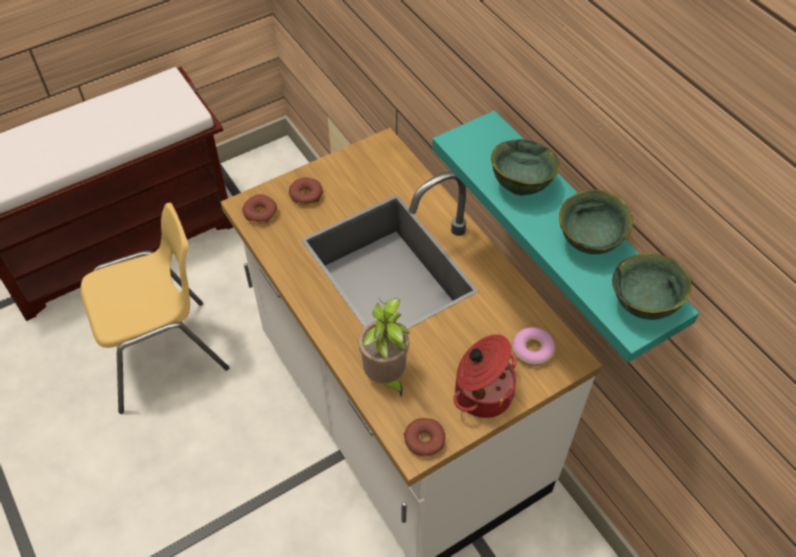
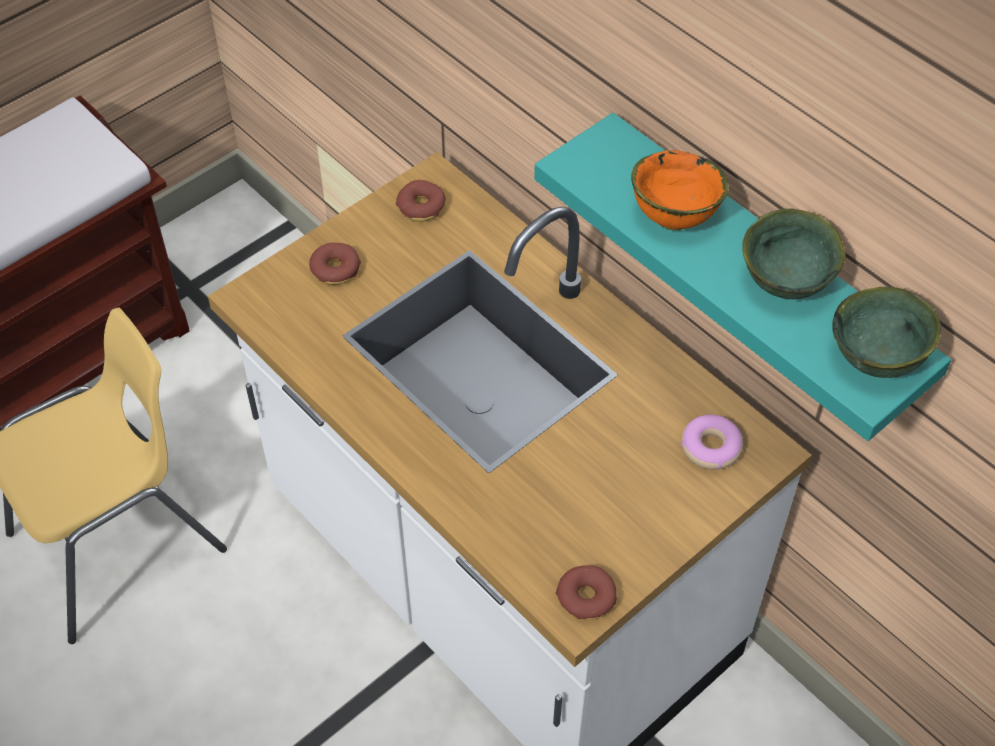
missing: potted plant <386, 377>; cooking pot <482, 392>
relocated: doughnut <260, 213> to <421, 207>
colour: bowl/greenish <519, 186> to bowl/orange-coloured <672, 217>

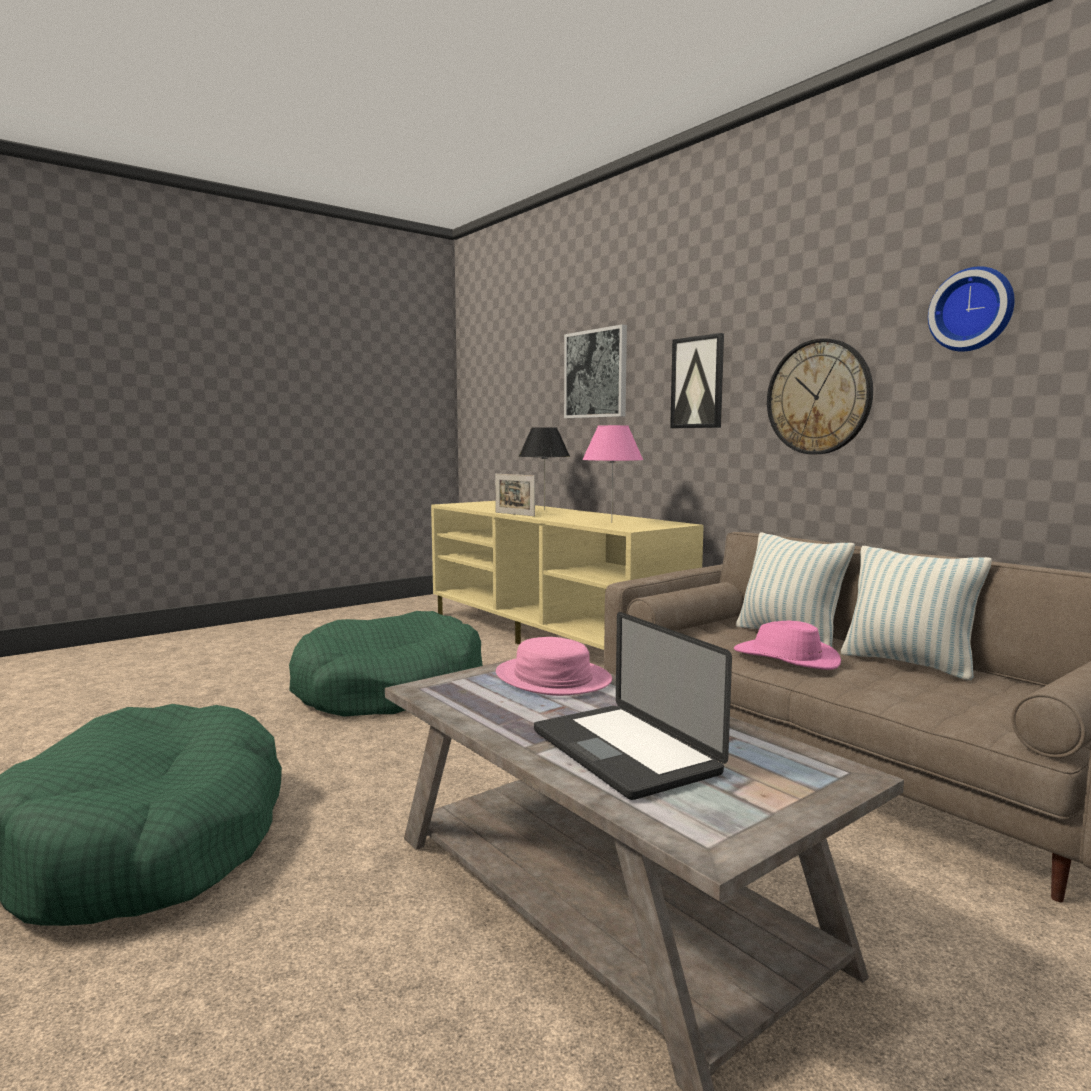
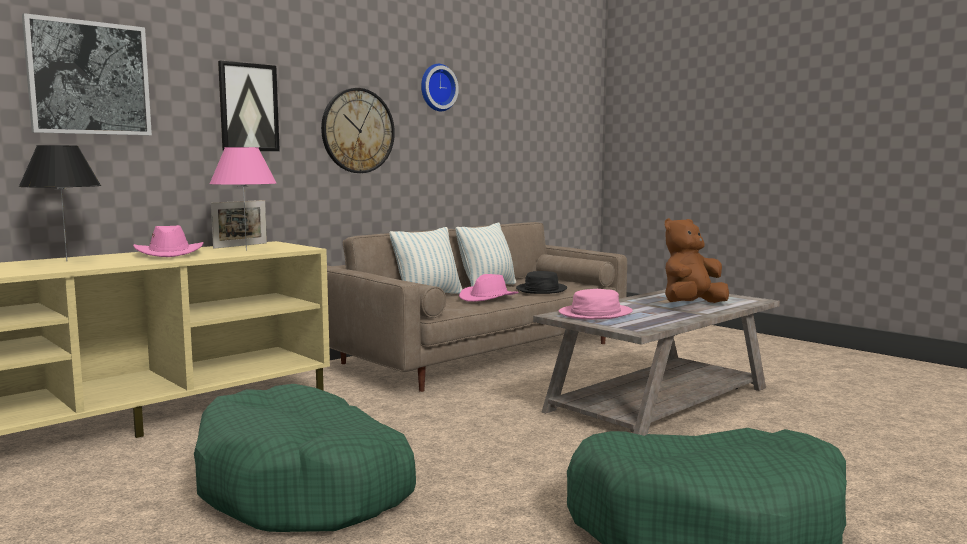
appeared: clothing hat/pink <170, 254>; clothing hat/black-coloured <541, 289>
relocated: standing frame <514, 514> to <240, 245>
exchanged: notebook computer <623, 752> to plush toy/brownish <691, 305>

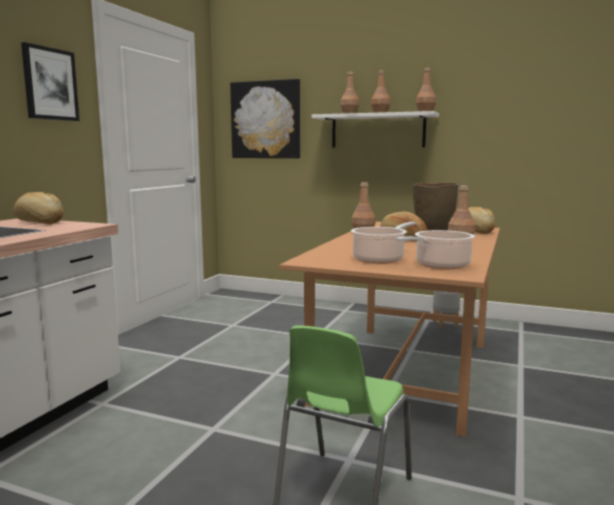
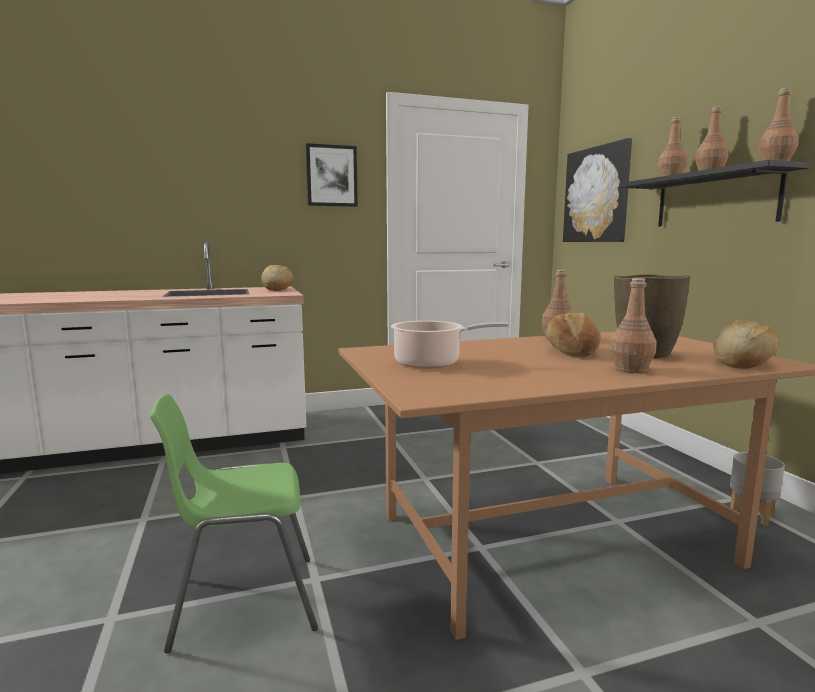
missing: cooking pot <439, 265>
colour: bracket shelf/whitish <377, 131> to bracket shelf/black-coloured <715, 199>

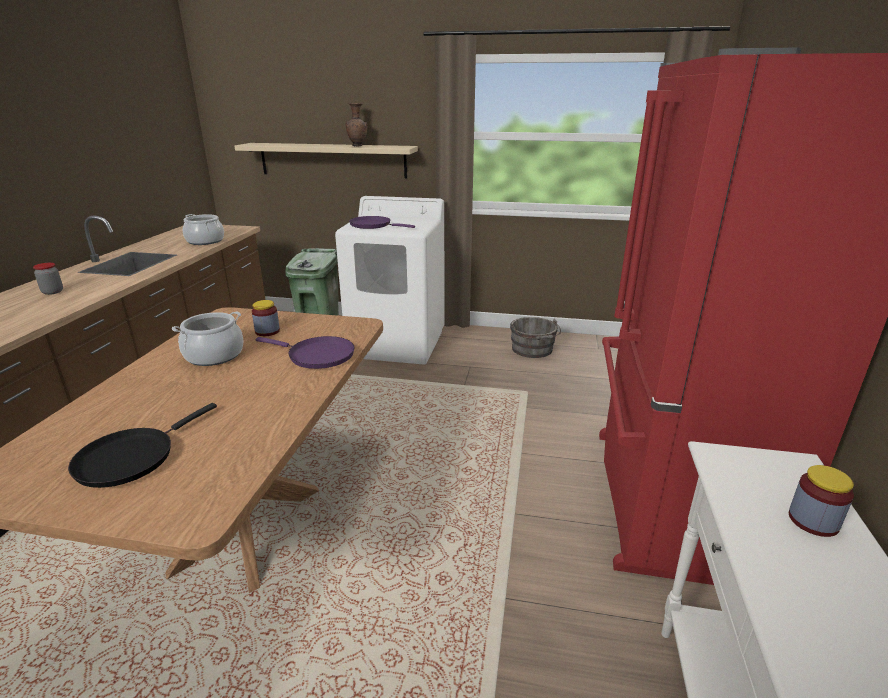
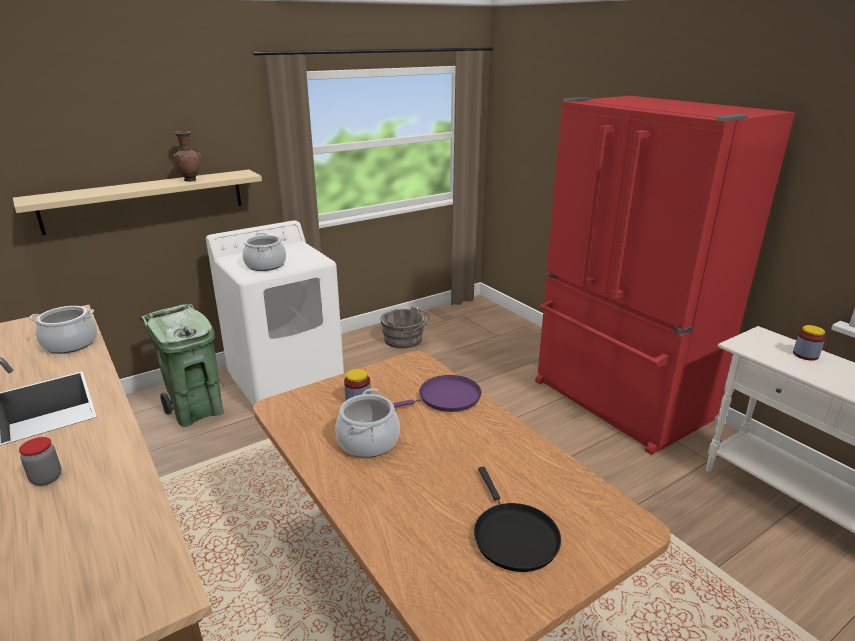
exchanged: frying pan/purple-coloured <373, 225> to cooking pot <265, 265>

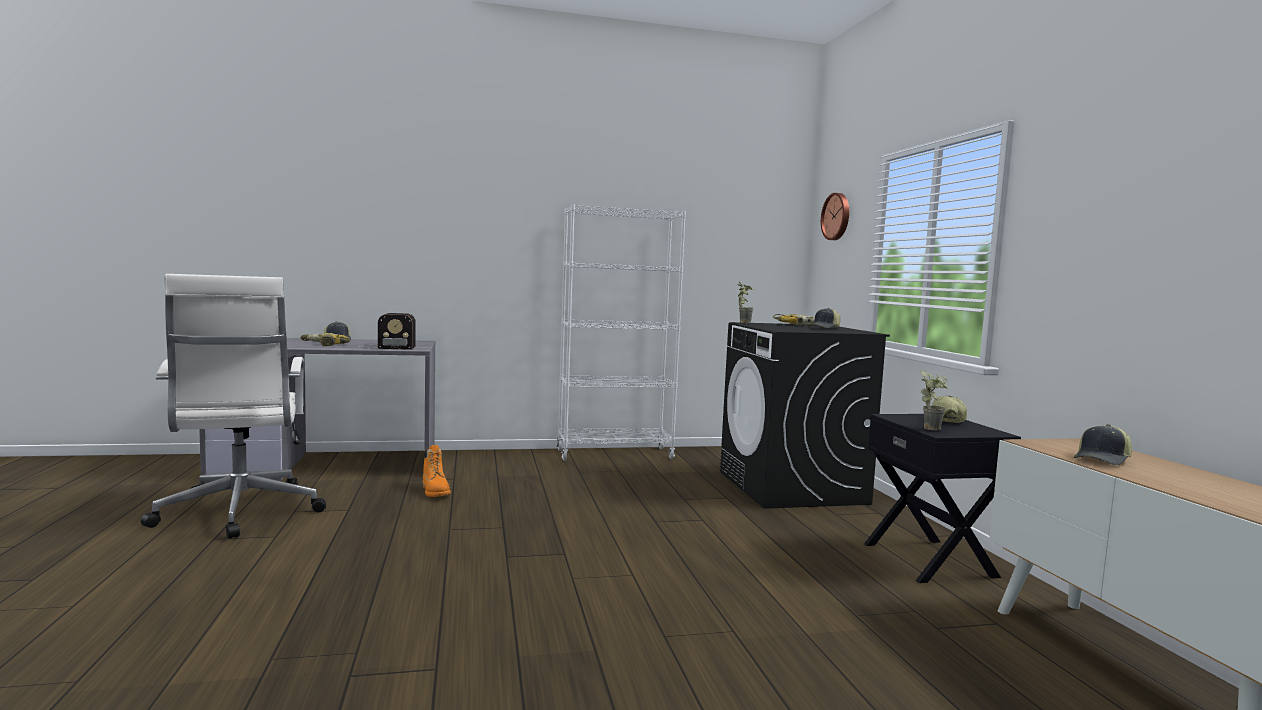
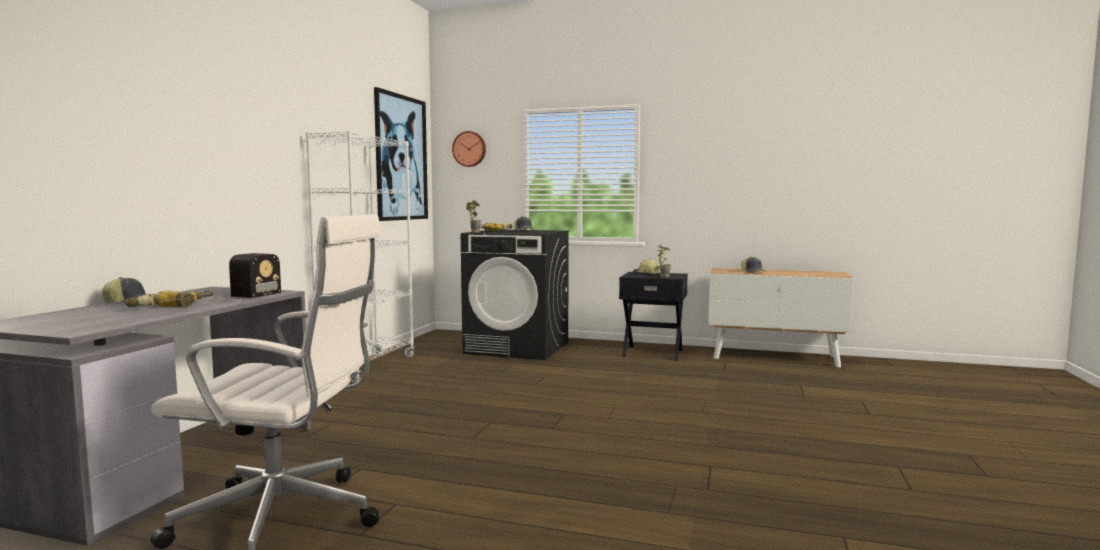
missing: tall boot/orange-coloured <435, 492>
appeared: wall art <401, 158>

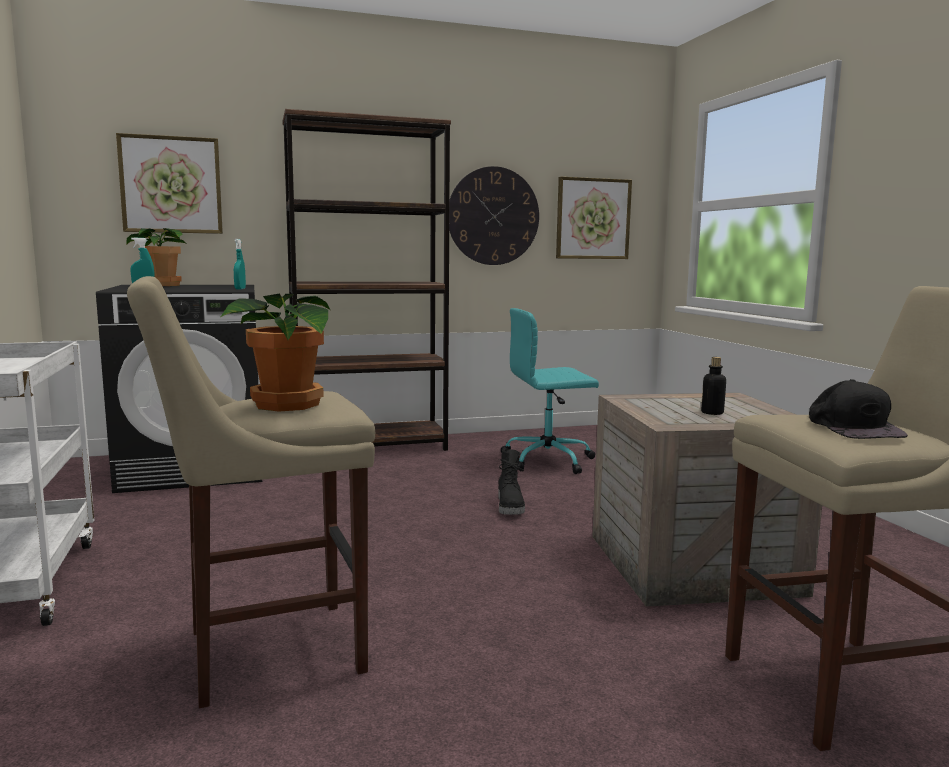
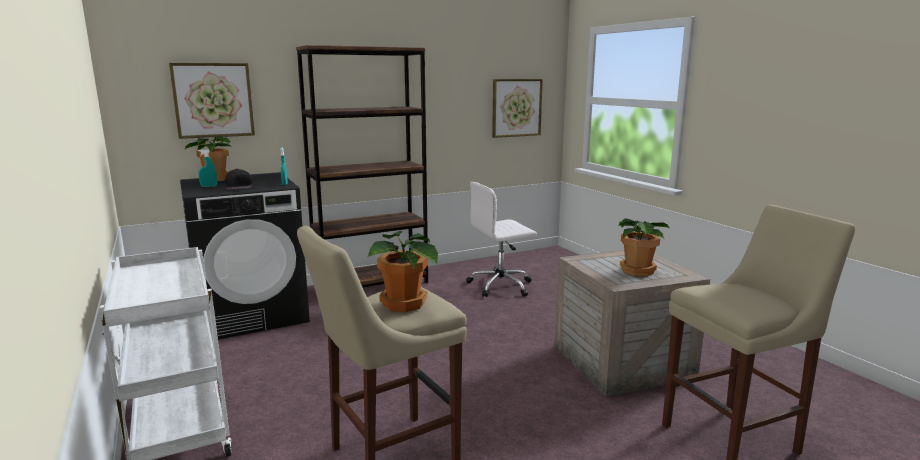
missing: hanging clock <493, 216>; tall boot/black-coloured <510, 507>
relocated: cap/black-coloured <853, 428> to <239, 186>
exchanged: drink bottle <712, 413> to potted plant <637, 270>
colour: computer chair/blue-green <549, 460> to computer chair/whitish <501, 286>

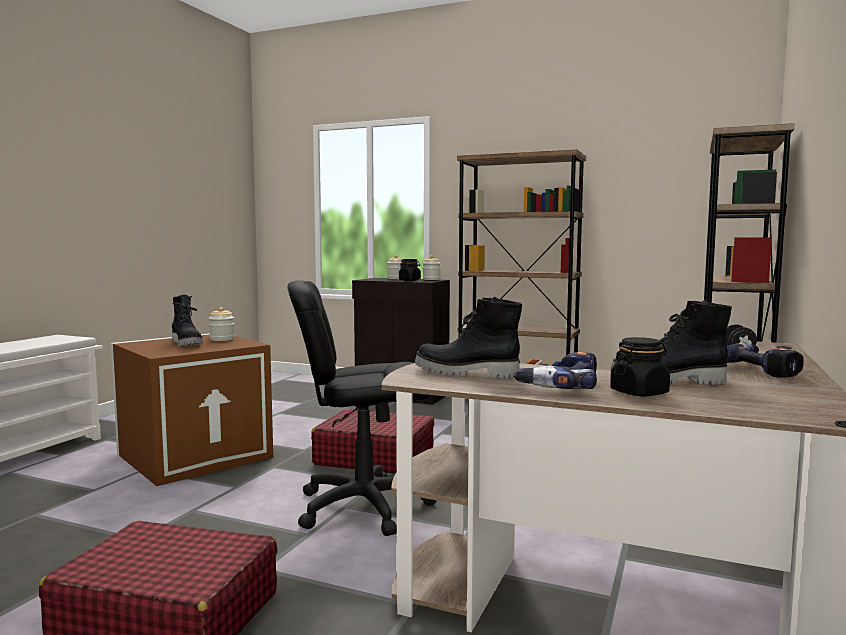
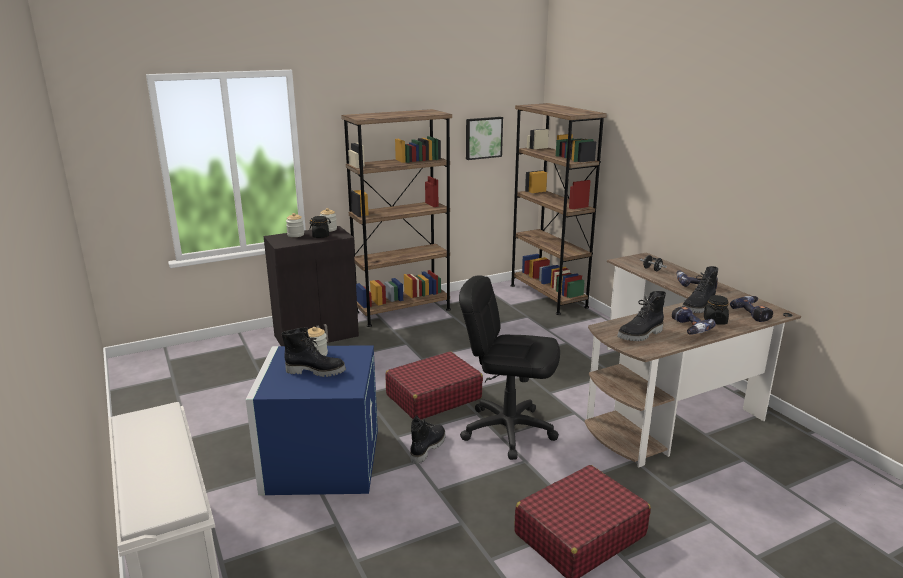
appeared: tall boot/black-coloured <427, 448>; wall art <483, 138>; drill <754, 313>
colour: storage bin/brownish <195, 455> to storage bin/blue <320, 459>
spun: computer chair/black-coloured <363, 507> = <508, 430> 75 degrees clockwise

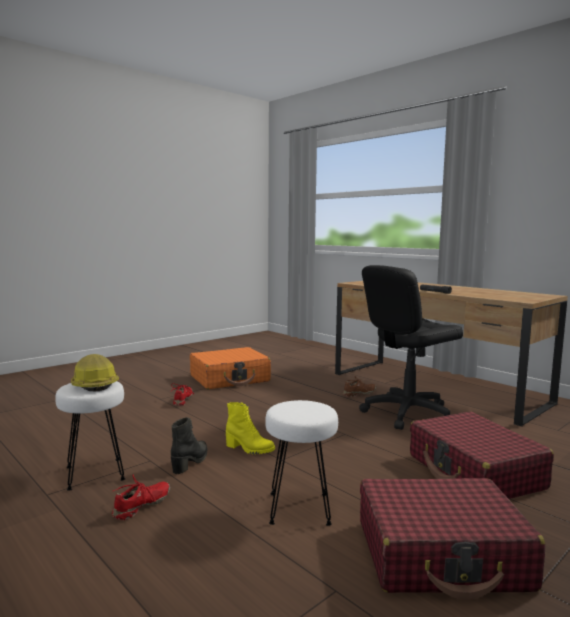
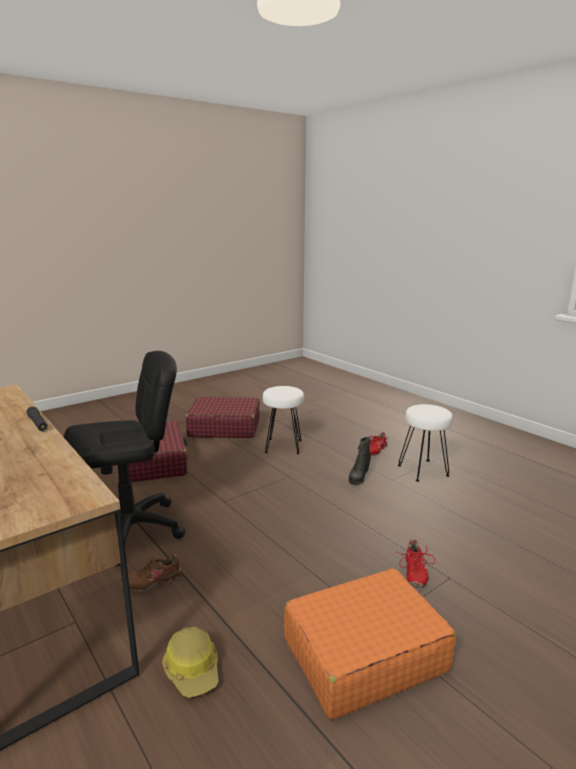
missing: tall boot/yellow <249, 449>
relocated: hard hat <93, 384> to <193, 669>

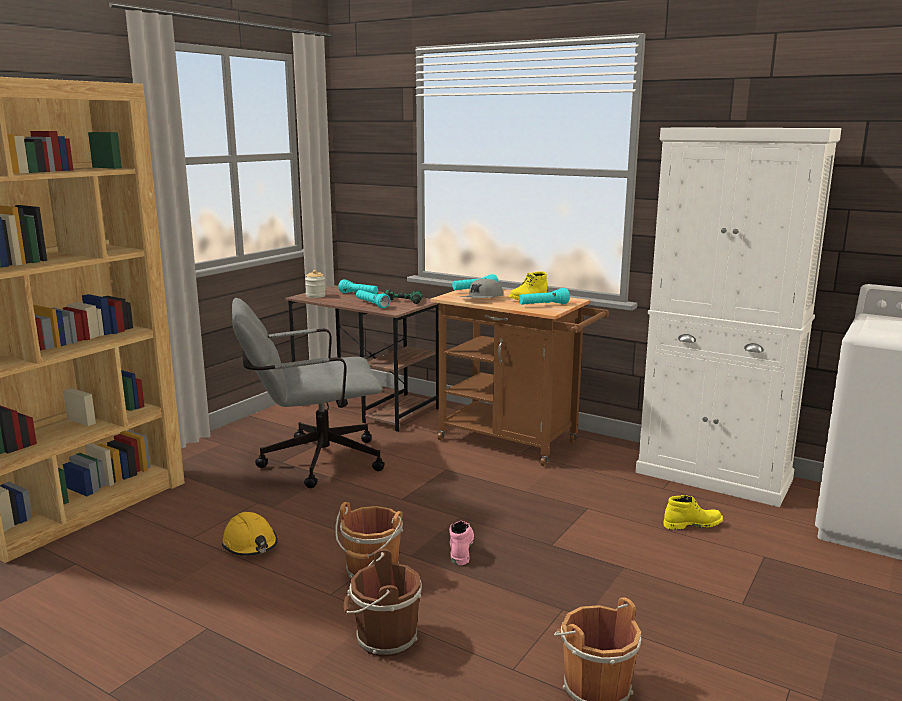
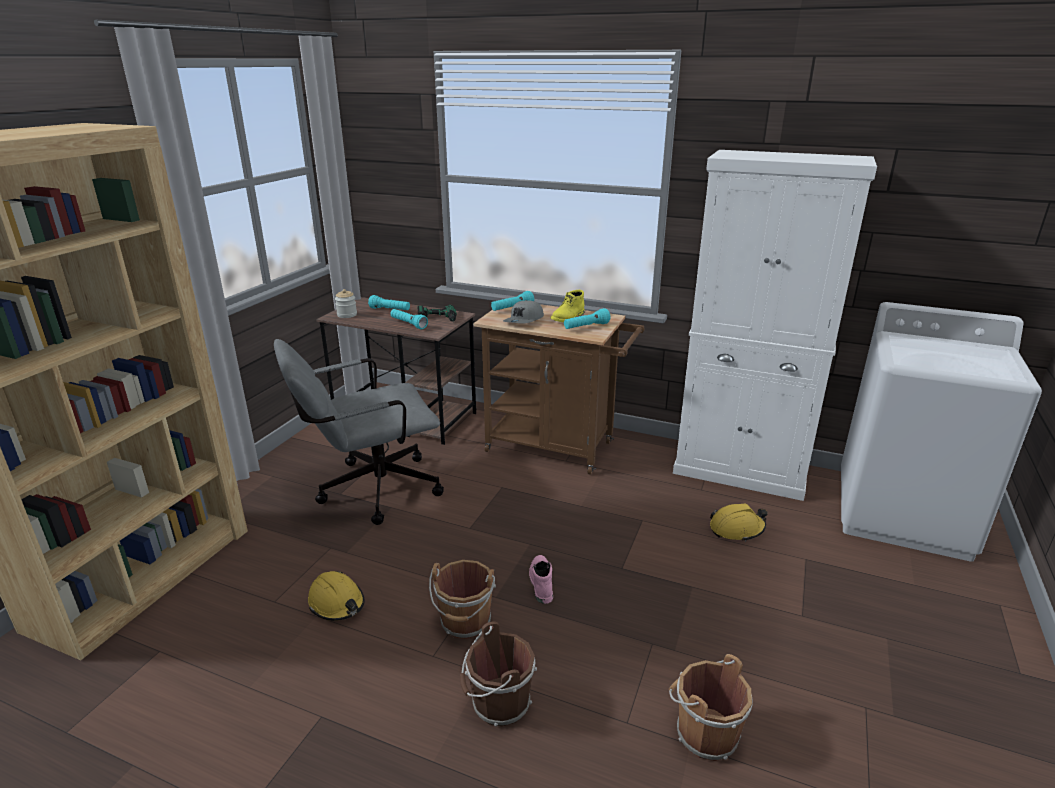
exchanged: tall boot/yellow <692, 524> to hard hat/yellow <736, 529>

